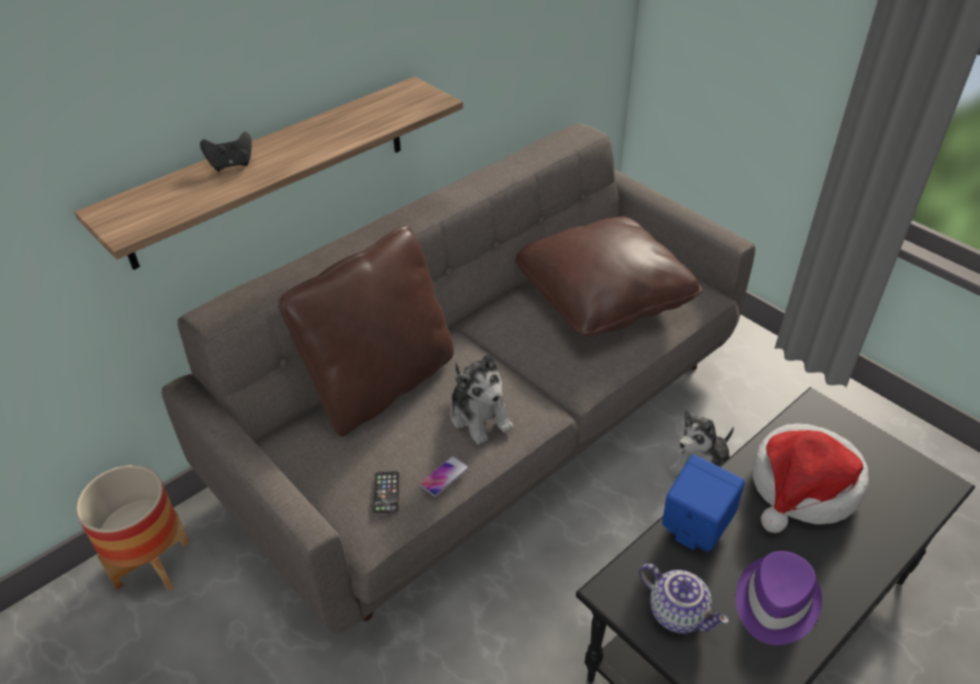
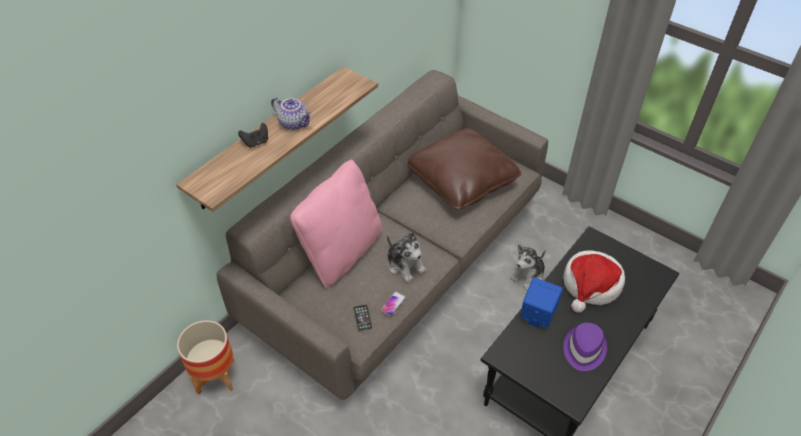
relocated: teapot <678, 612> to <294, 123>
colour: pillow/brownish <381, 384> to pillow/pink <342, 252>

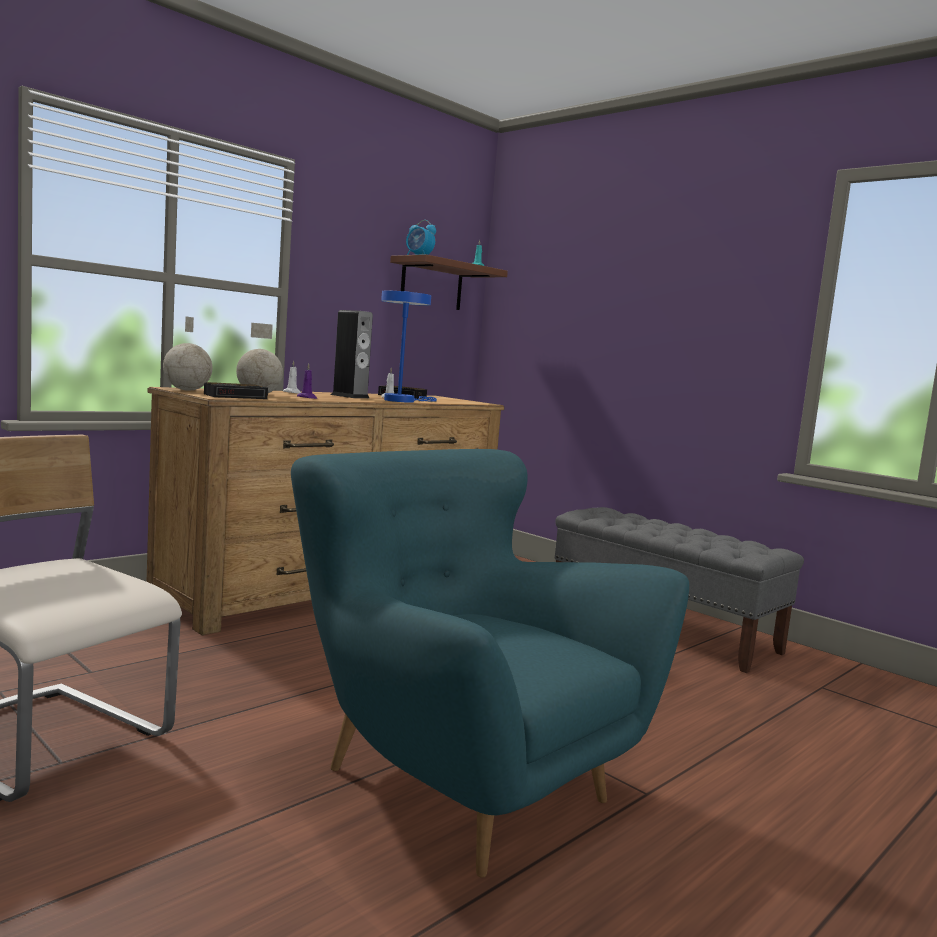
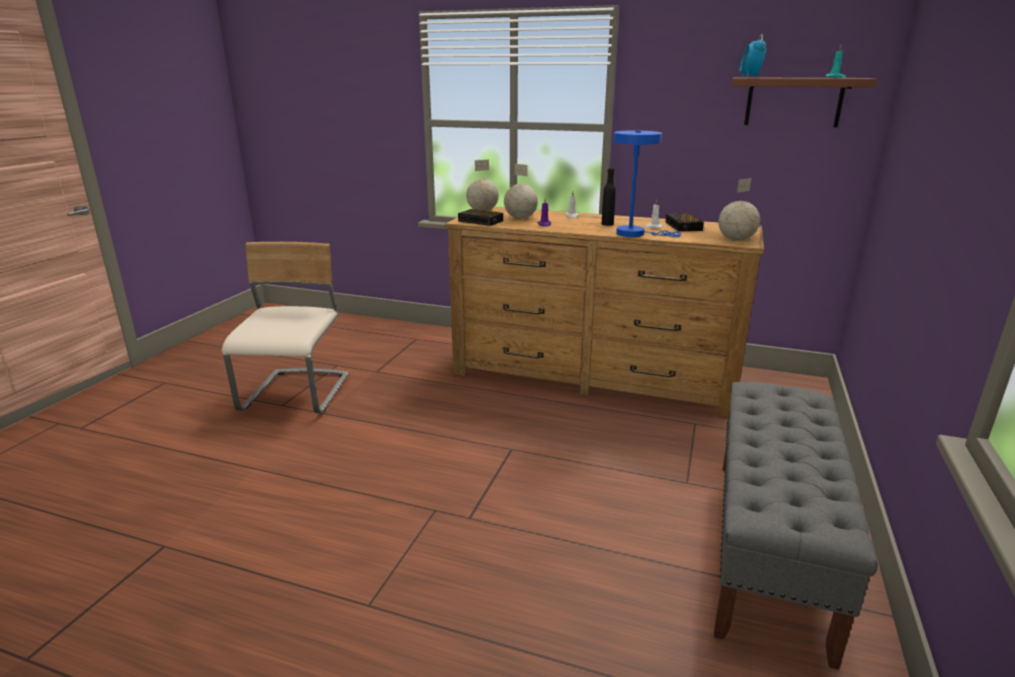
missing: armchair/blue-green <459, 782>
appeared: desk globe <736, 240>
exchanged: speaker <350, 396> to drink bottle/black-coloured <607, 224>

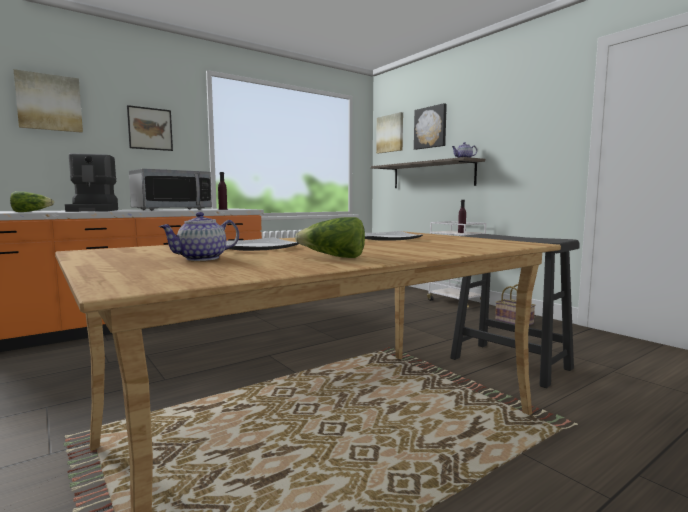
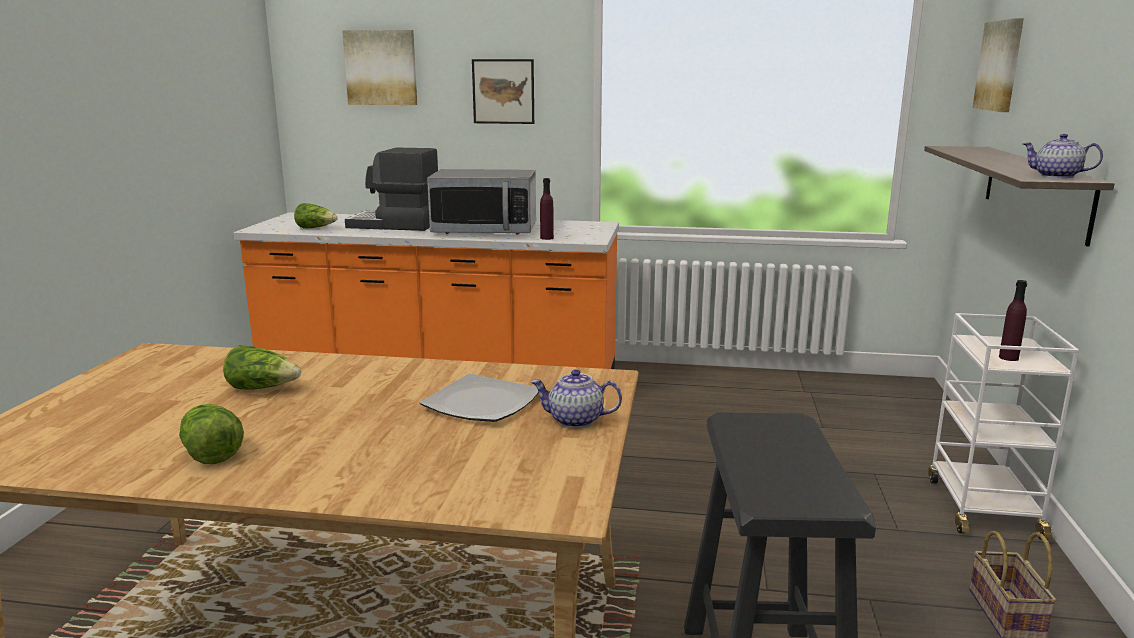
missing: wall art <431, 127>
relocated: teapot <202, 258> to <575, 420>
exchanged: dinner plate <255, 247> to lettuce head <263, 388>
spun: coffee machine <95, 210> = <394, 225> 75 degrees clockwise

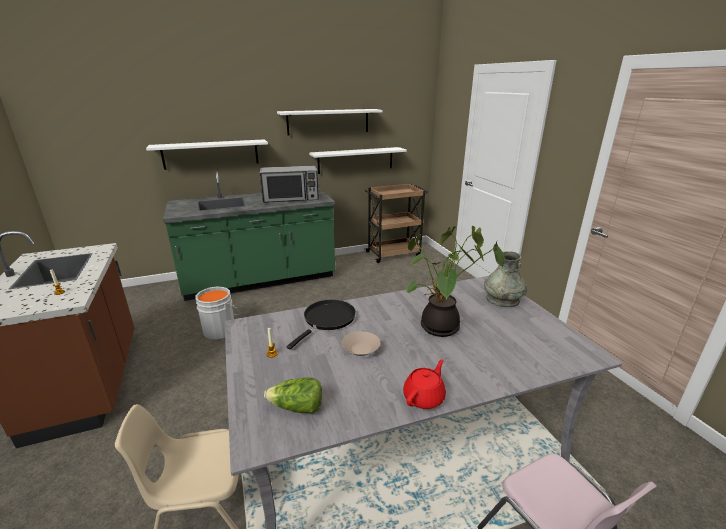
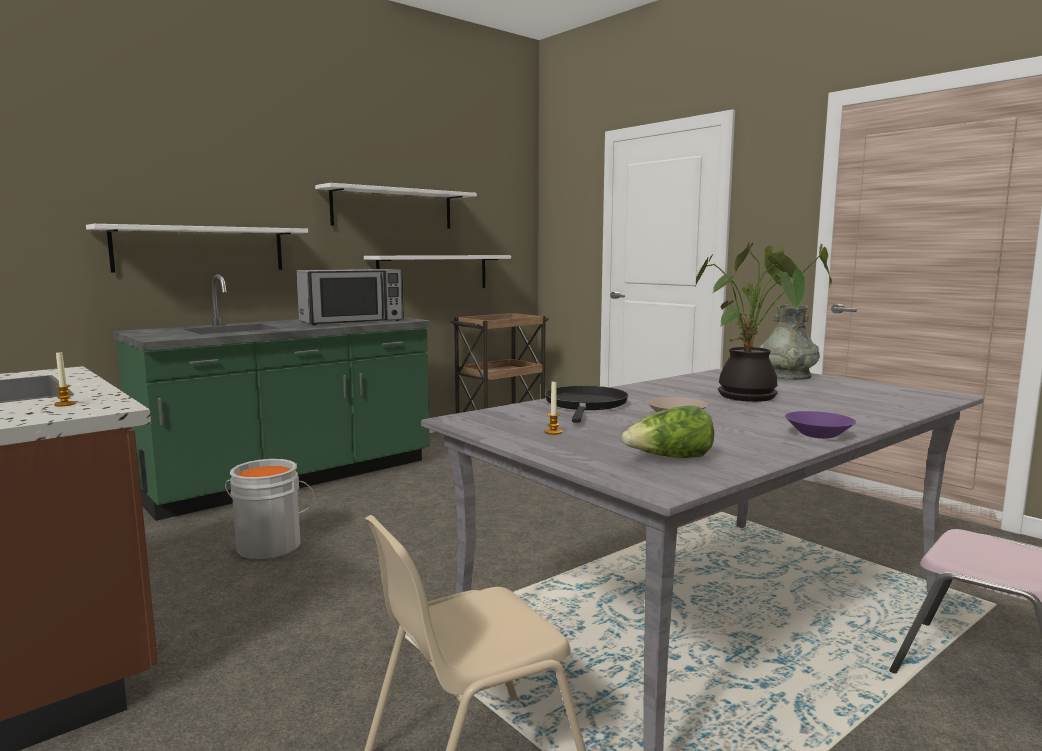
exchanged: teapot/red <424, 397> to bowl/purple-coloured <817, 435>

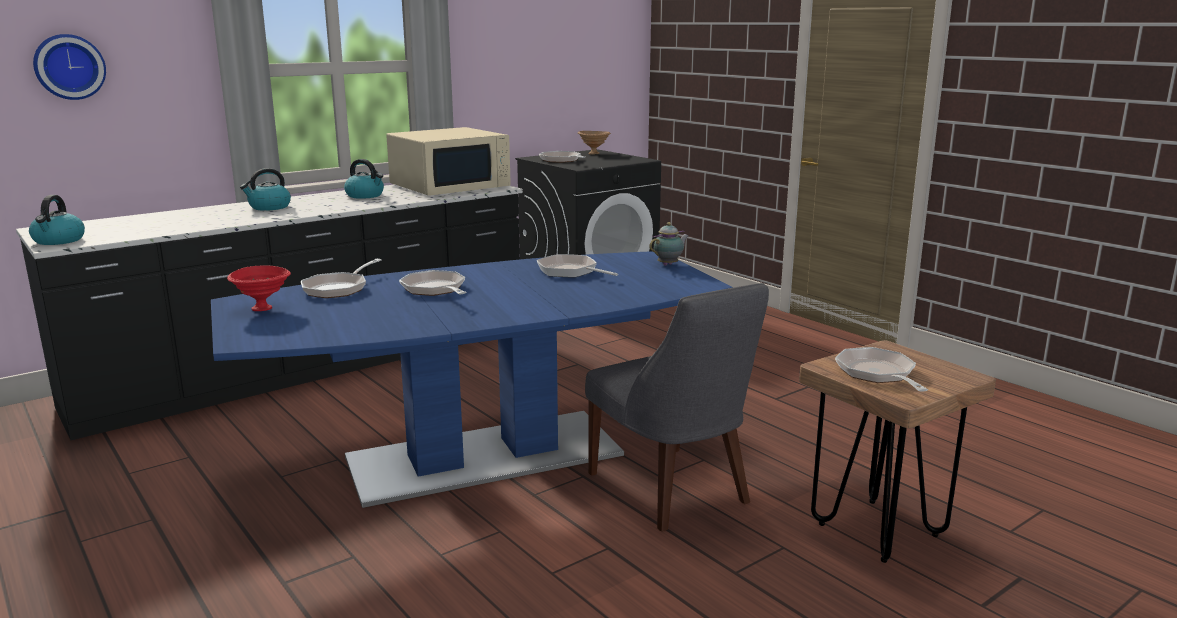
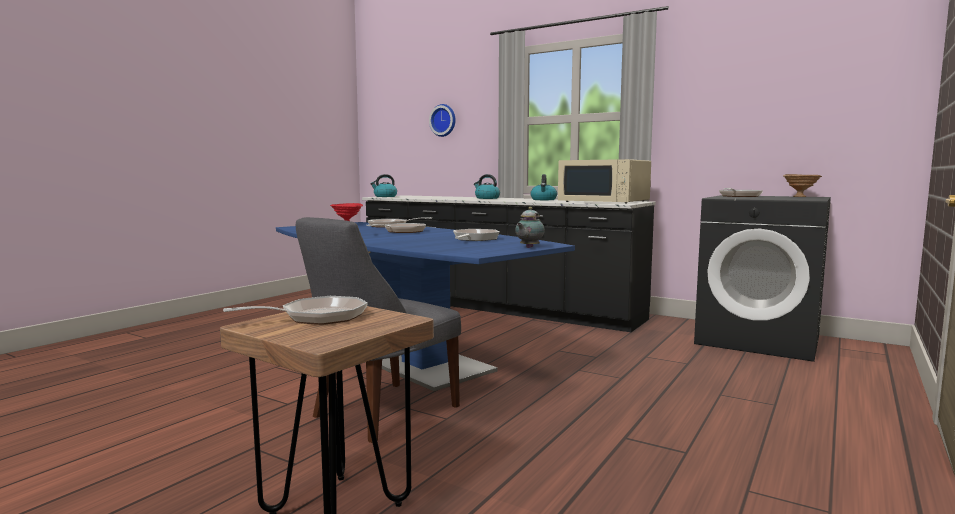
spun: teapot <669, 264> = <528, 247> 90 degrees clockwise

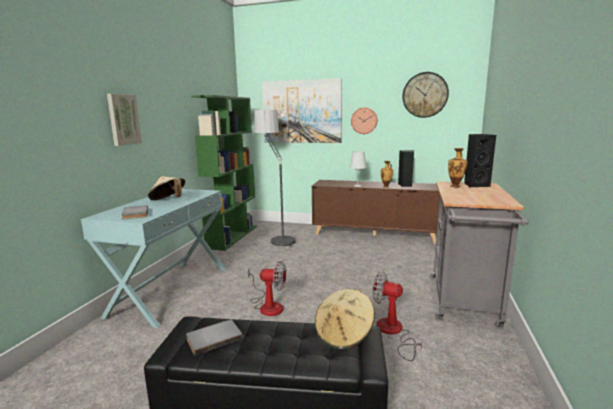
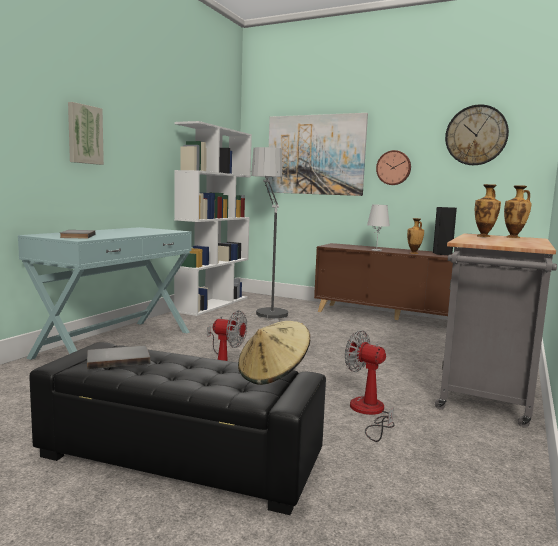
missing: clothing hat/beige-coloured <168, 200>
exchanged: speaker/black-coloured <475, 185> to vase <514, 237>
colour: shelving unit/greenish <232, 236> to shelving unit/whitish <213, 304>

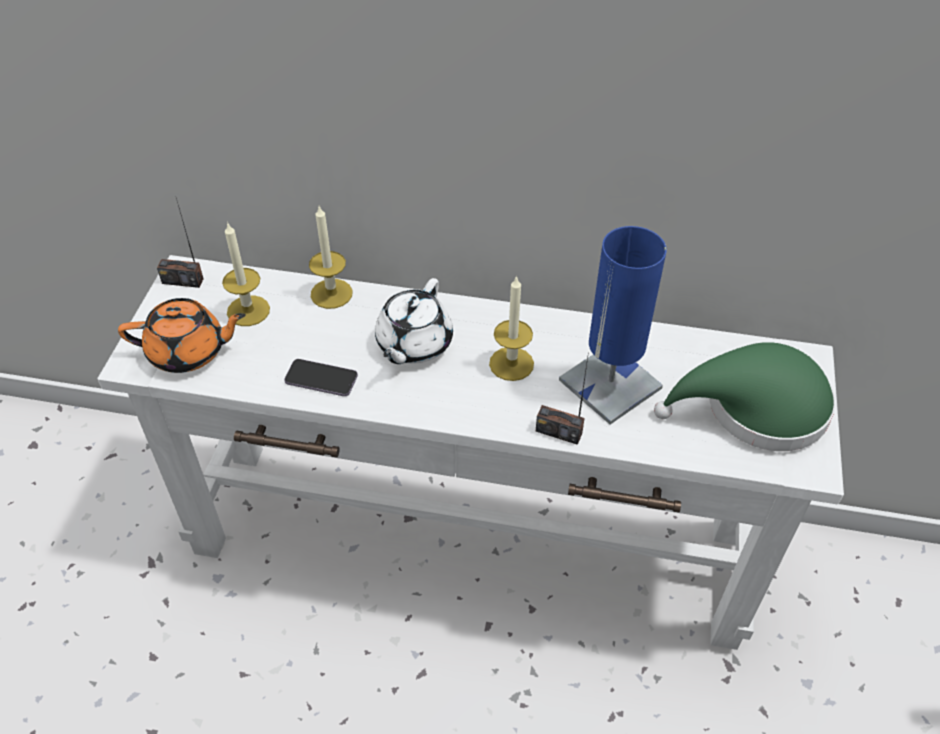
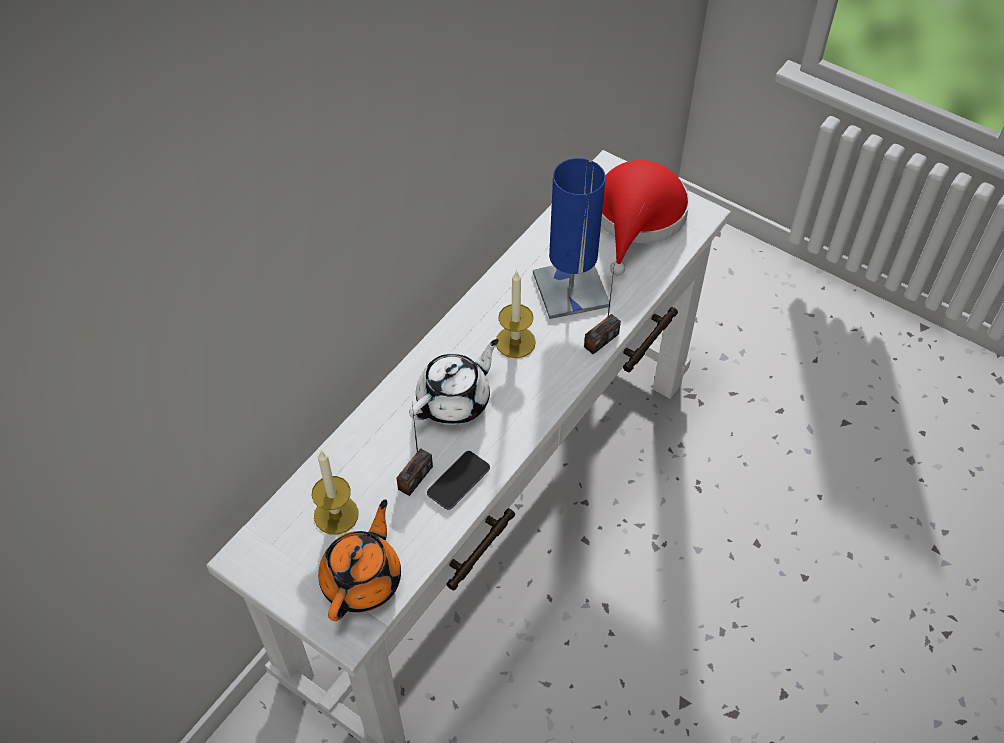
missing: candle <331, 293>
relocated: radio <183, 281> to <415, 477>
colour: clothing hat/greenish <756, 408> to clothing hat/red <637, 218>
spun: teapot/whitish <413, 344> = <455, 400> 90 degrees counterclockwise

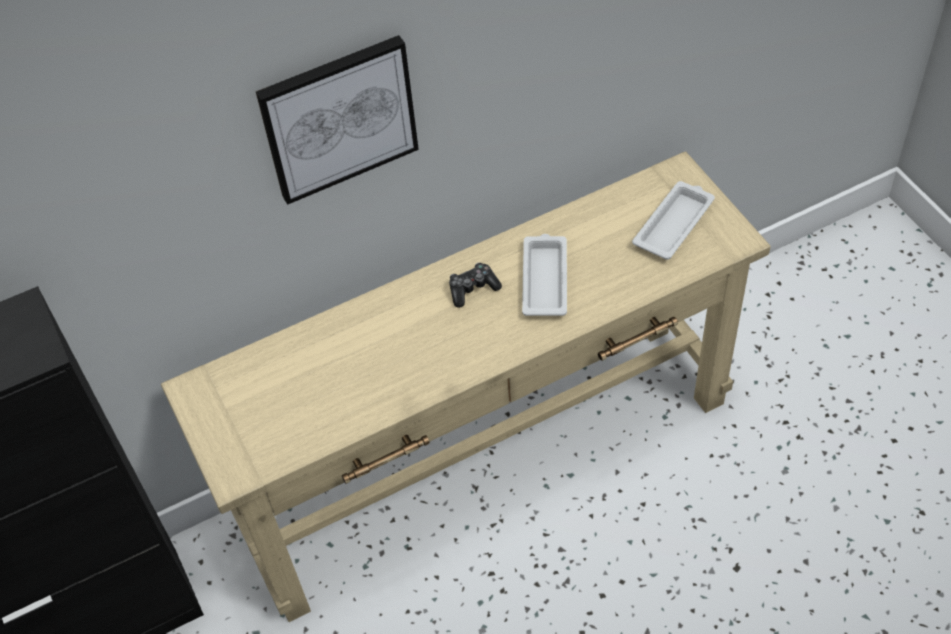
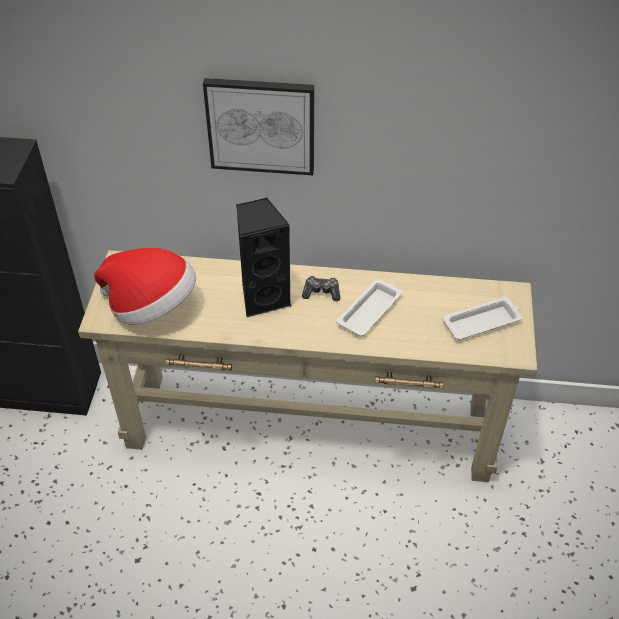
appeared: clothing hat <152, 306>; speaker/black-coloured <263, 297>

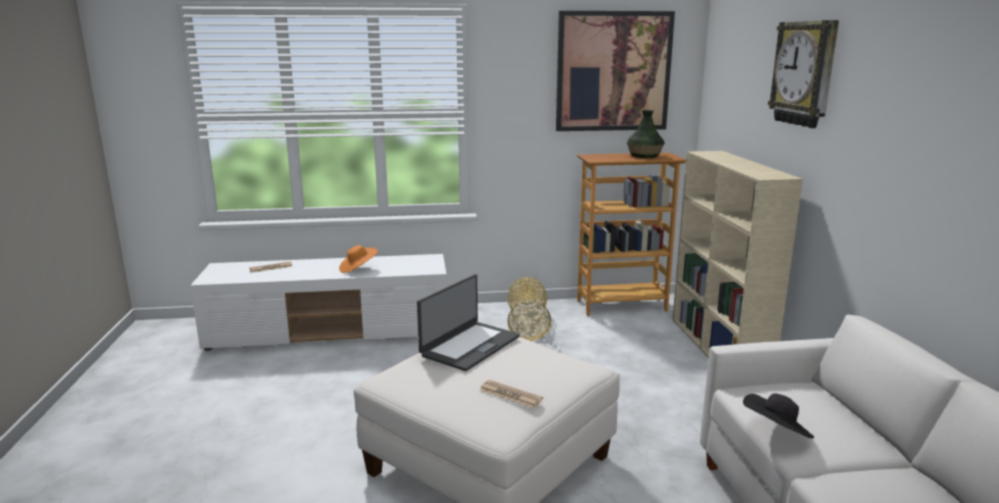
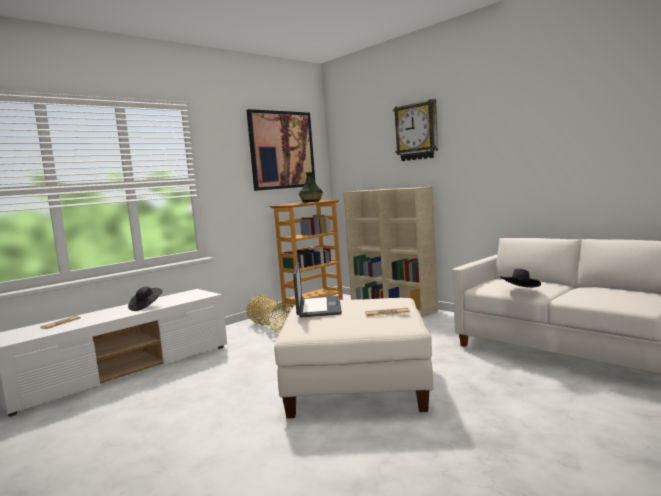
colour: clothing hat/orange-coloured <358, 269> to clothing hat/black-coloured <146, 306>

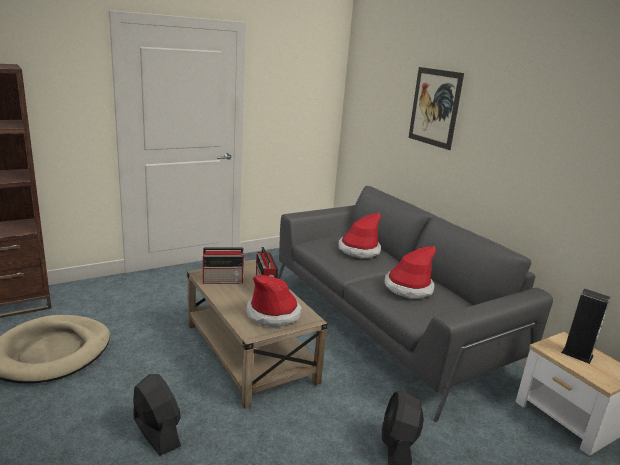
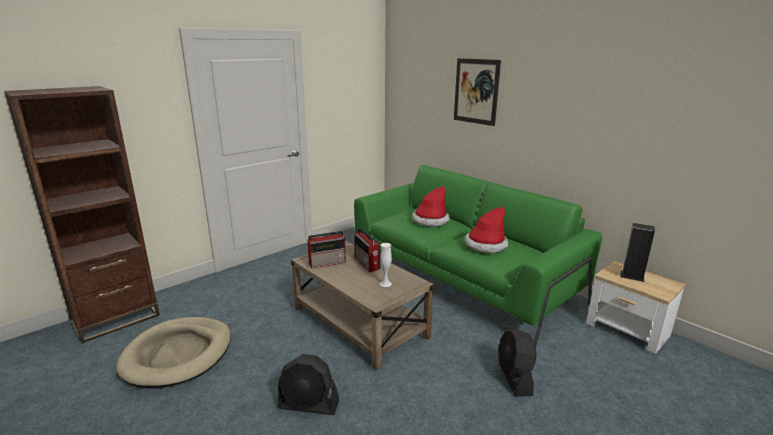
exchanged: clothing hat <273, 313> to vase/whitish <385, 283>
colour: couch/greyish <387, 322> to couch/greenish <461, 278>
spun: fan/black-coloured <156, 432> = <309, 405> 150 degrees clockwise

